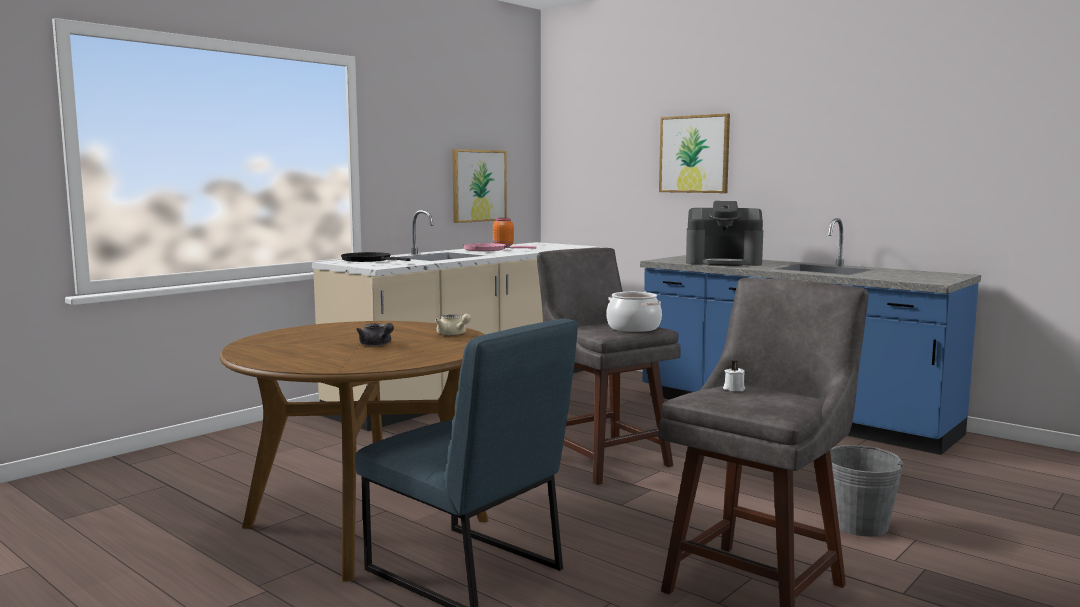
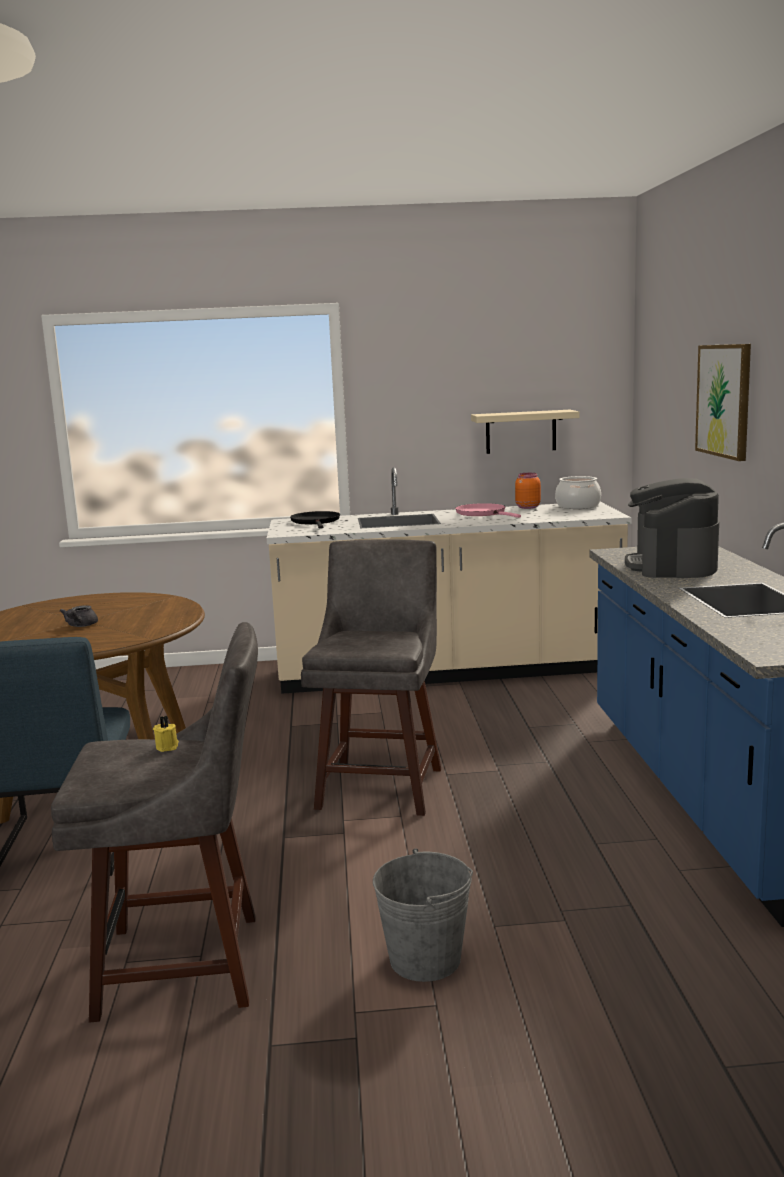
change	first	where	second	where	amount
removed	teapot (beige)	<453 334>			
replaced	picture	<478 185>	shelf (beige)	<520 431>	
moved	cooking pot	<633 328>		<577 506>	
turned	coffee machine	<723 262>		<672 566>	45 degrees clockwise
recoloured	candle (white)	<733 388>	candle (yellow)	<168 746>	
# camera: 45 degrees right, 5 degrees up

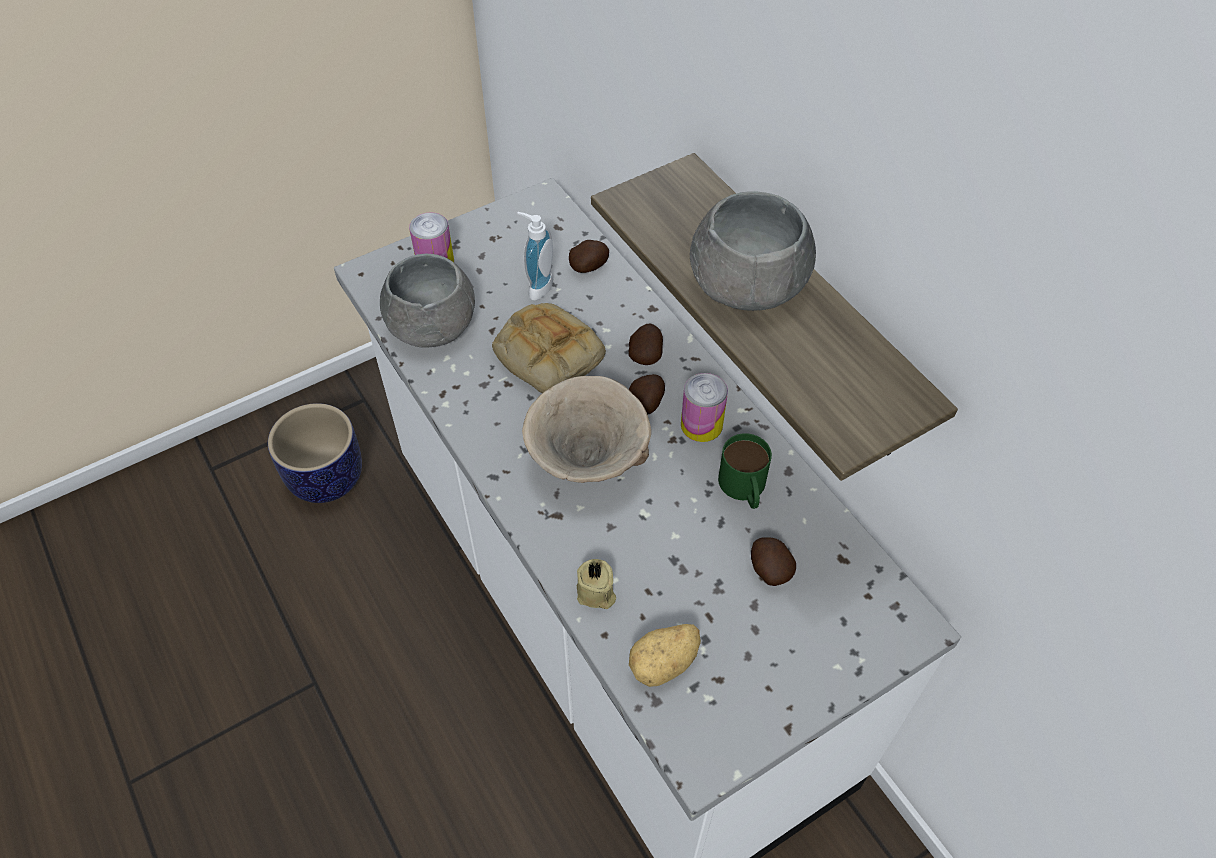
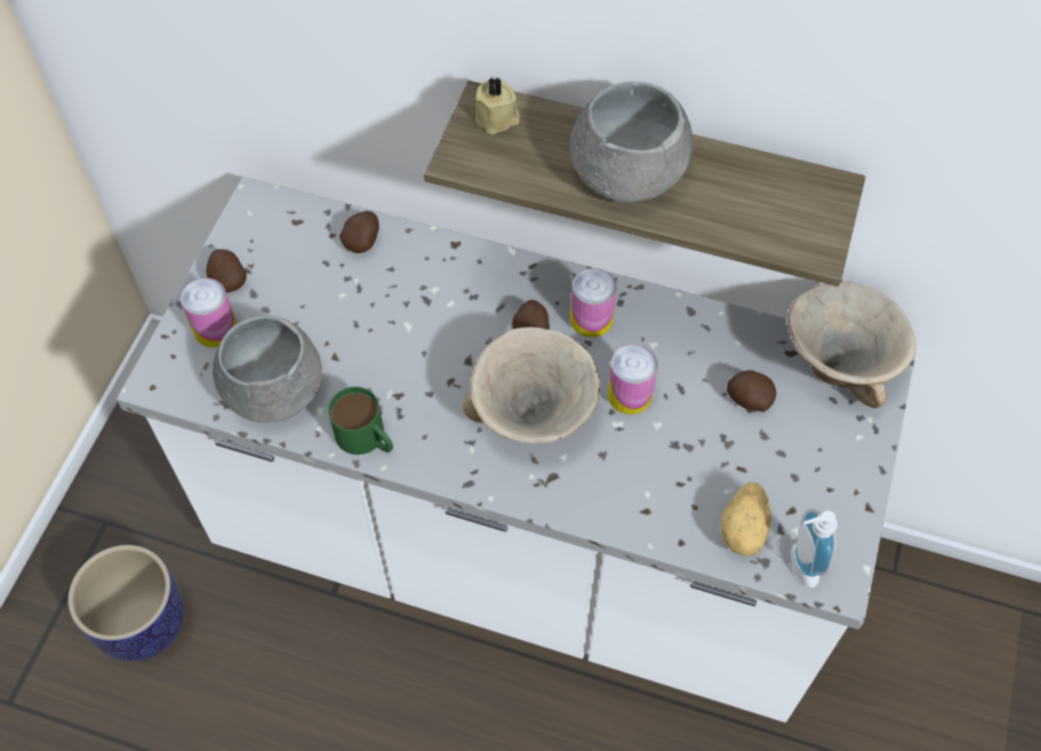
change	first	where	second	where	amount
removed	bread	<546 354>			
moved	soap dispenser	<537 286>		<798 567>	
moved	candle (beige)	<596 593>		<498 119>	
moved	potato	<646 354>		<228 280>	
moved	mug (green)	<744 488>		<367 439>	
added			can	<629 395>	
added			bowl (beige)	<838 365>	
# camera: 40 degrees left, 5 degrees up

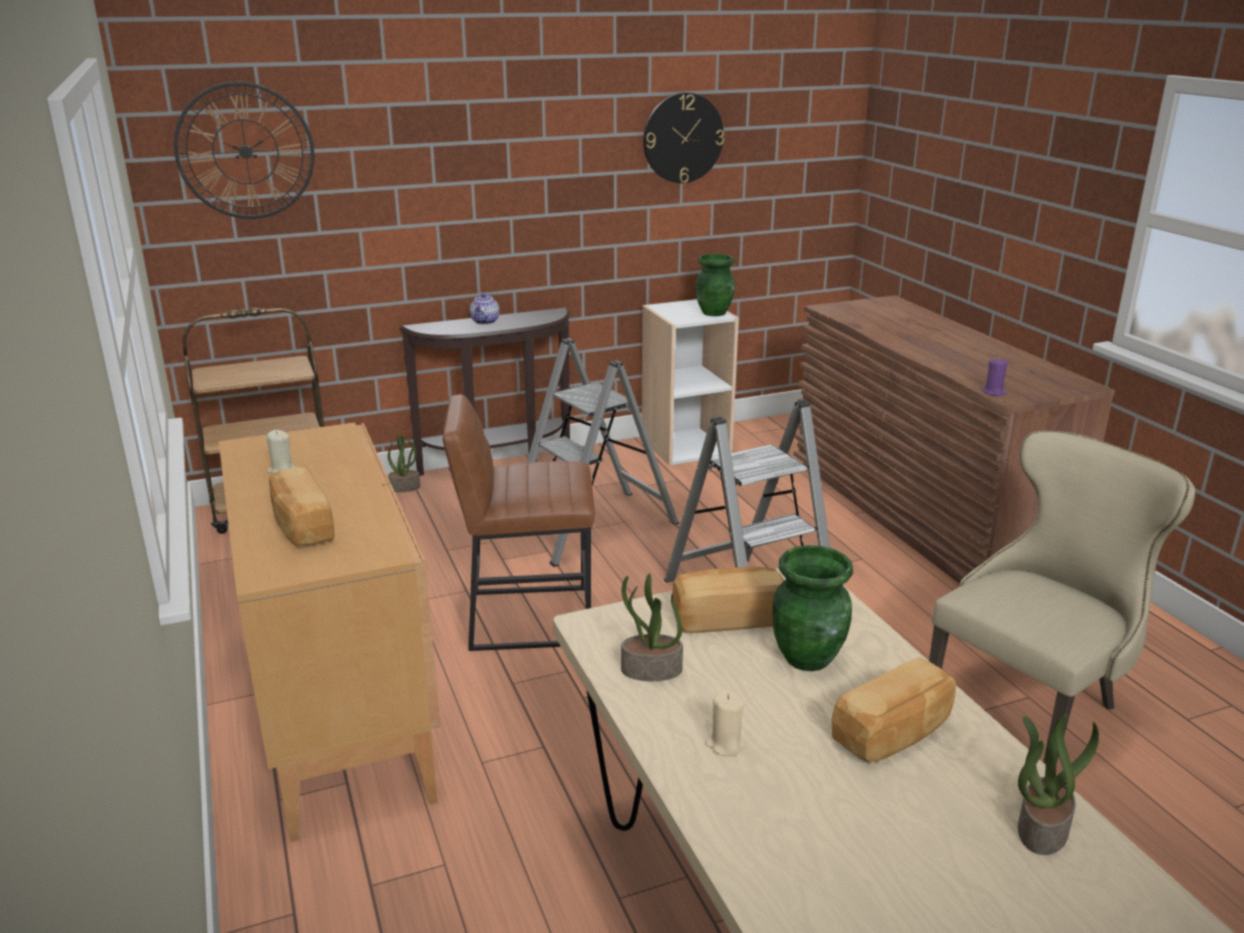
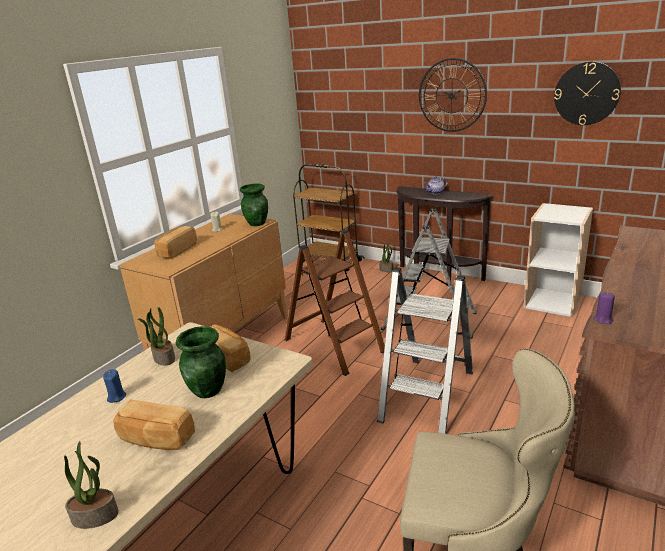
change	first	where	second	where	amount
moved	wall clock	<245 151>		<451 95>	
replaced	chair (brown)	<527 618>	step ladder (brown)	<333 344>	
moved	vase (green)	<714 313>		<257 223>	
recoloured	candle (beige)	<725 744>	candle (blue)	<116 397>	
# camera: 55 degrees right, 0 degrees up

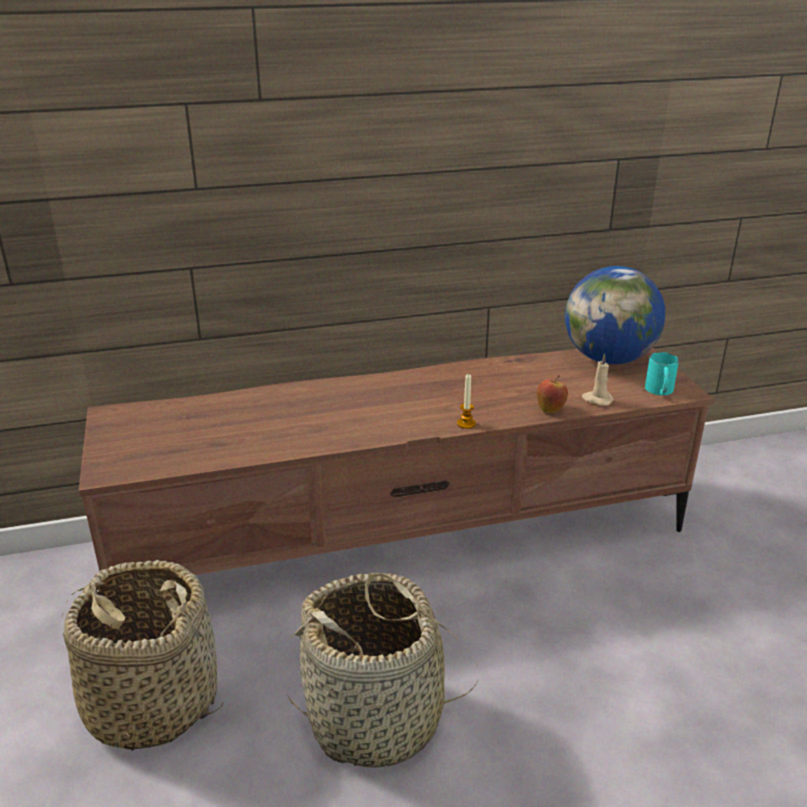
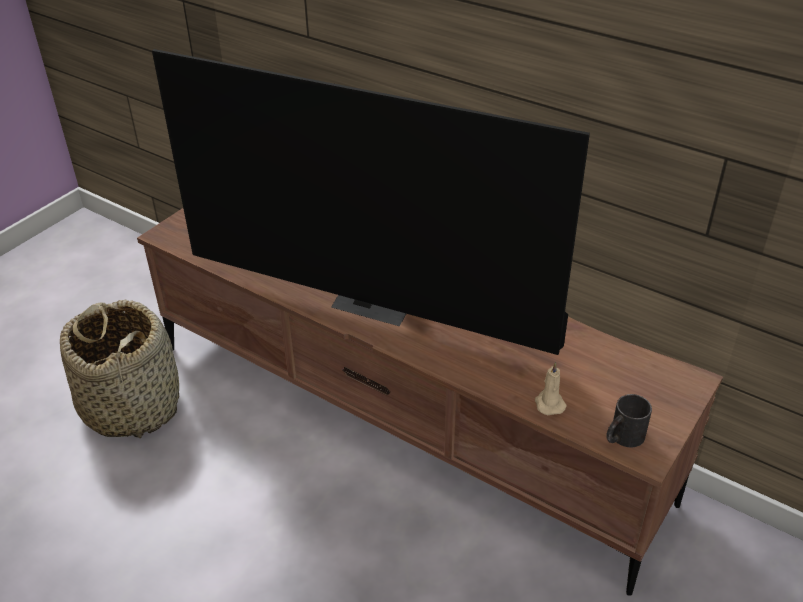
change	first	where	second	where	amount
removed	basket	<377 718>			
removed	candle	<466 423>			
removed	apple	<550 409>			
removed	globe	<609 359>			
recoloured	mug (turquoise)	<660 391>	mug (black)	<622 437>	
added			television	<376 301>	
# camera: 50 degrees right, 10 degrees up

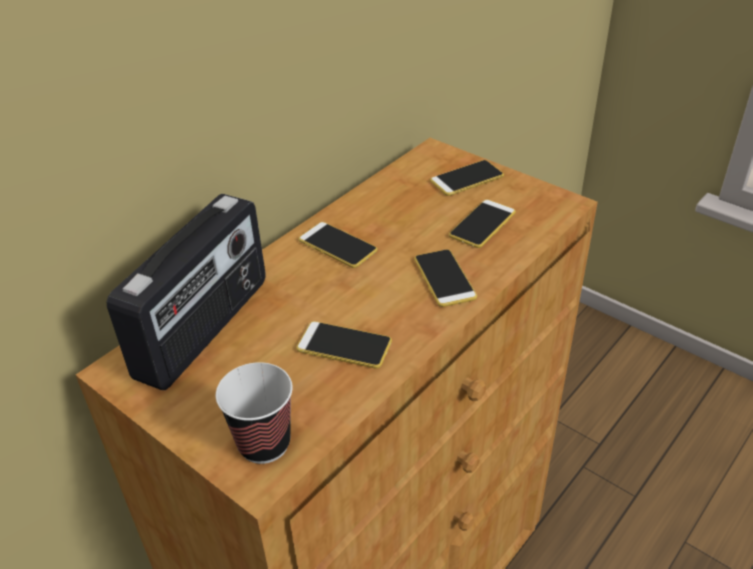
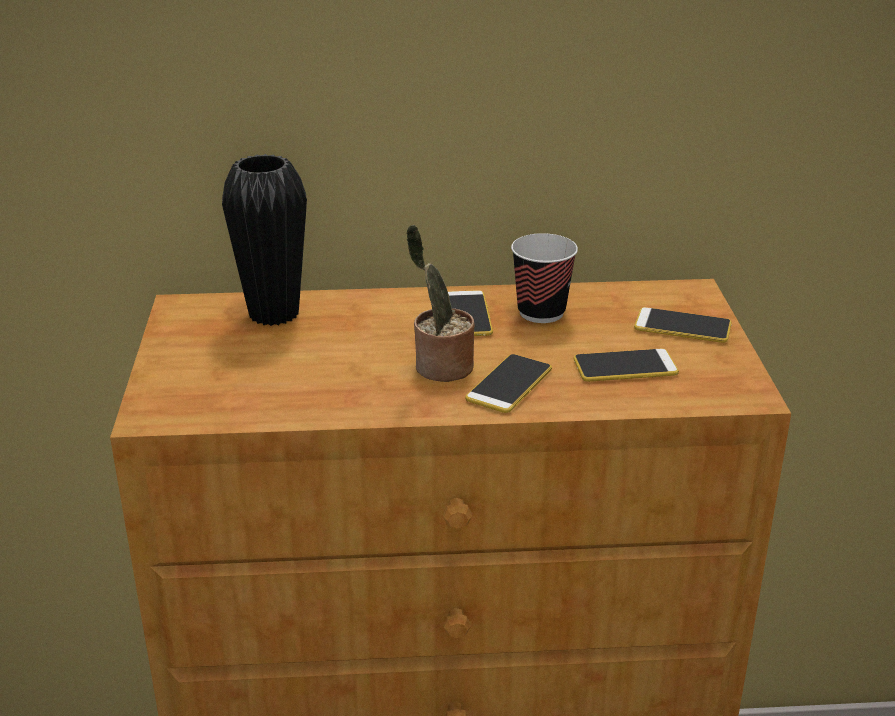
change	first	where	second	where	amount
replaced	radio	<205 328>	vase (black)	<274 314>	
moved	cup	<264 444>		<541 312>	
removed	phone	<344 345>			
added			potted plant	<440 367>	
# camera: 45 degrees right, 10 degrees down

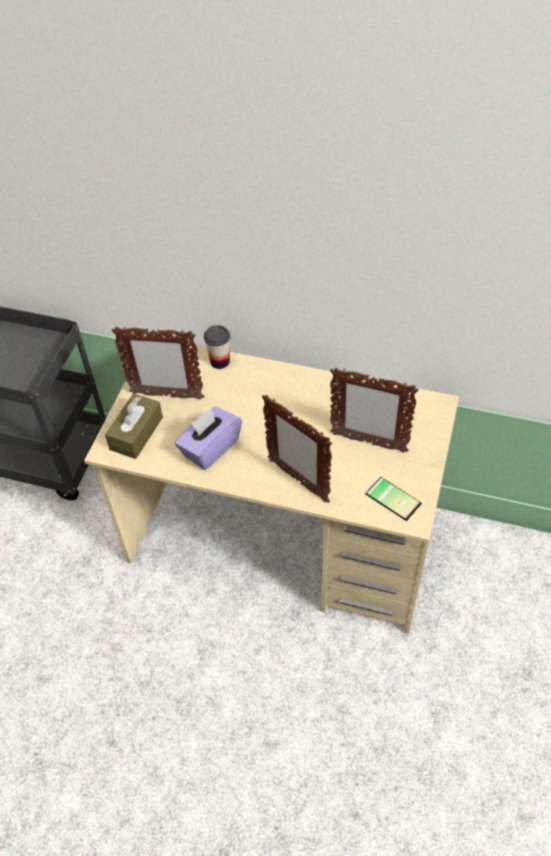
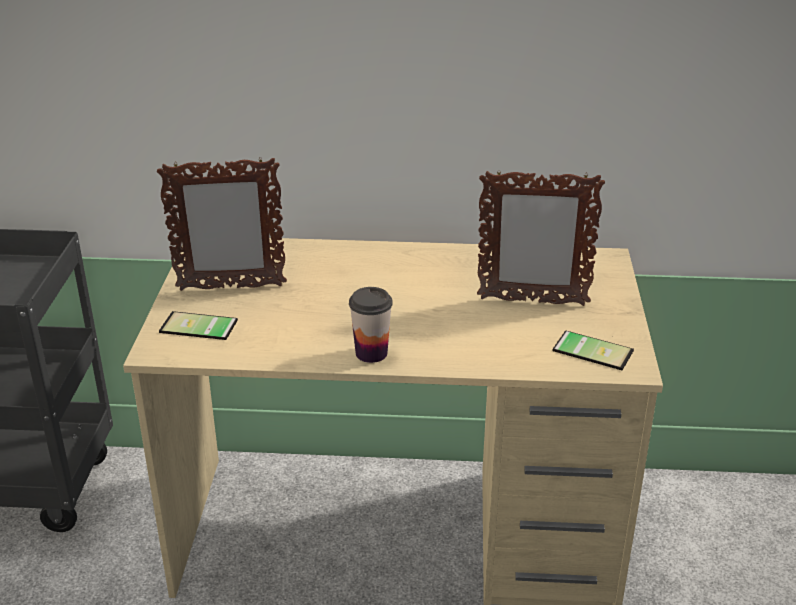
change	first	where	second	where	amount
replaced	tissue box (brown)	<136 433>	phone	<197 328>	
removed	tissue box (purple)	<210 448>			
moved	cup	<220 361>		<371 353>	
removed	picture frame	<297 480>			
# camera: 15 degrees left, 20 degrees down

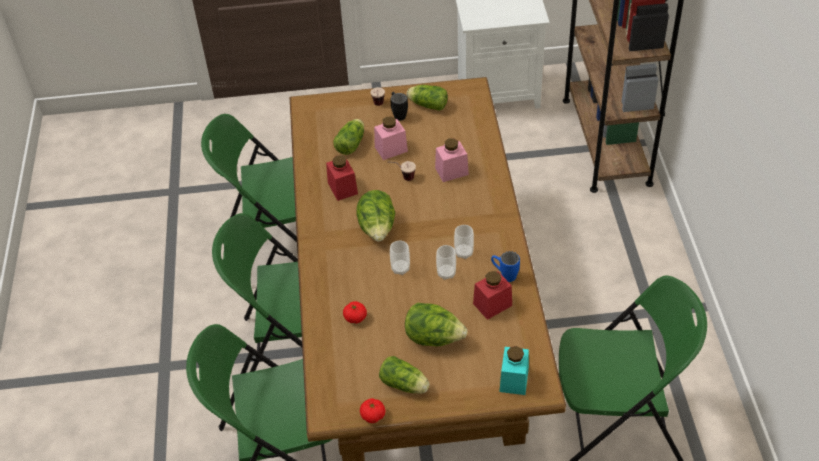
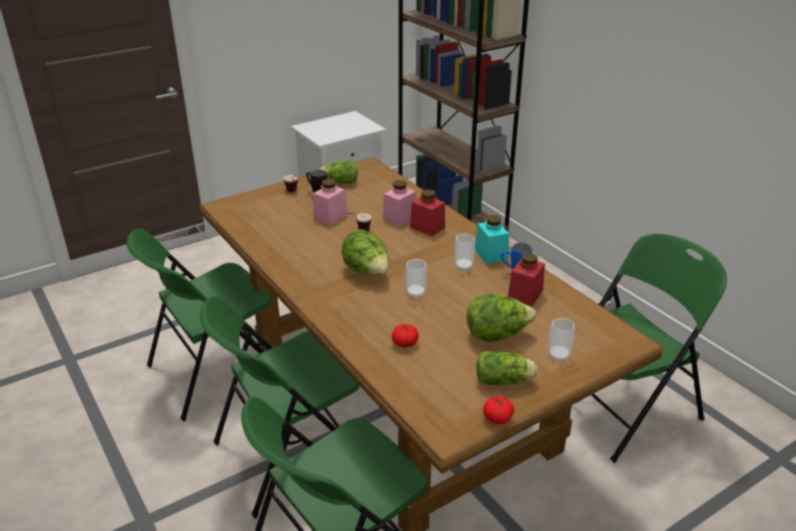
change	first	where	second	where	amount
moved	jar (red)	<342 188>		<427 227>	
removed	lettuce	<351 143>			
moved	cup	<446 273>		<558 356>	
moved	jar (turquoise)	<514 380>		<491 254>	
# camera: 30 degrees left, 15 degrees down

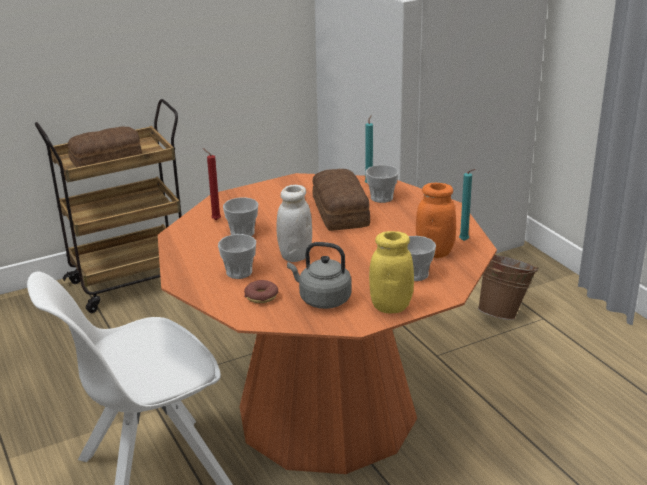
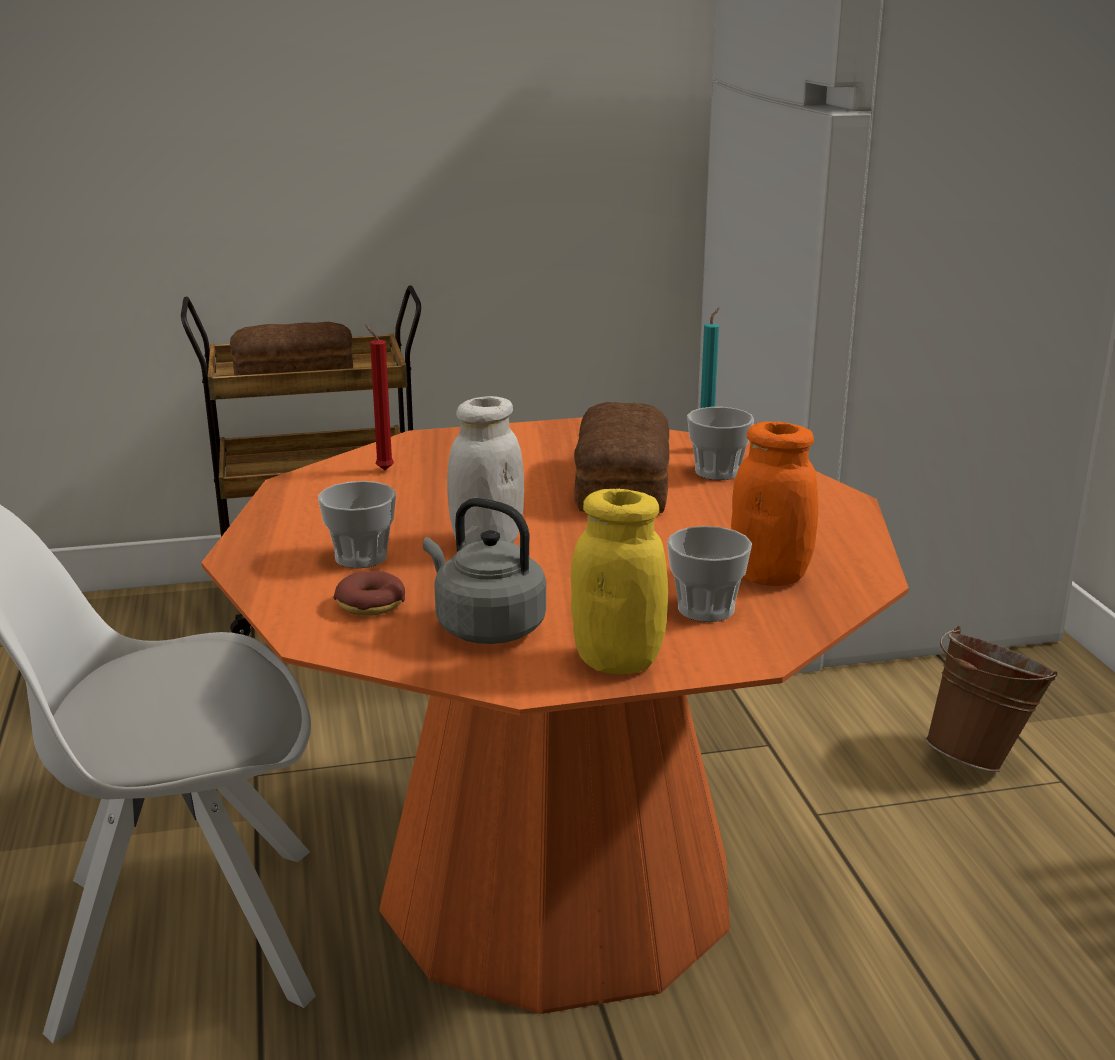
change	first	where	second	where	amount
removed	cup	<242 233>			
removed	candle (turquoise)	<465 241>			
# camera: 15 degrees right, 5 degrees down

